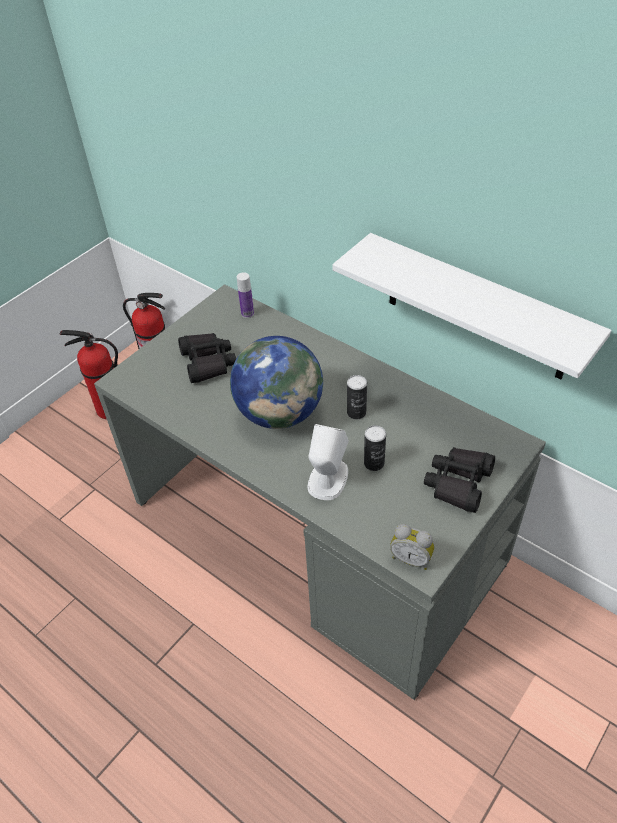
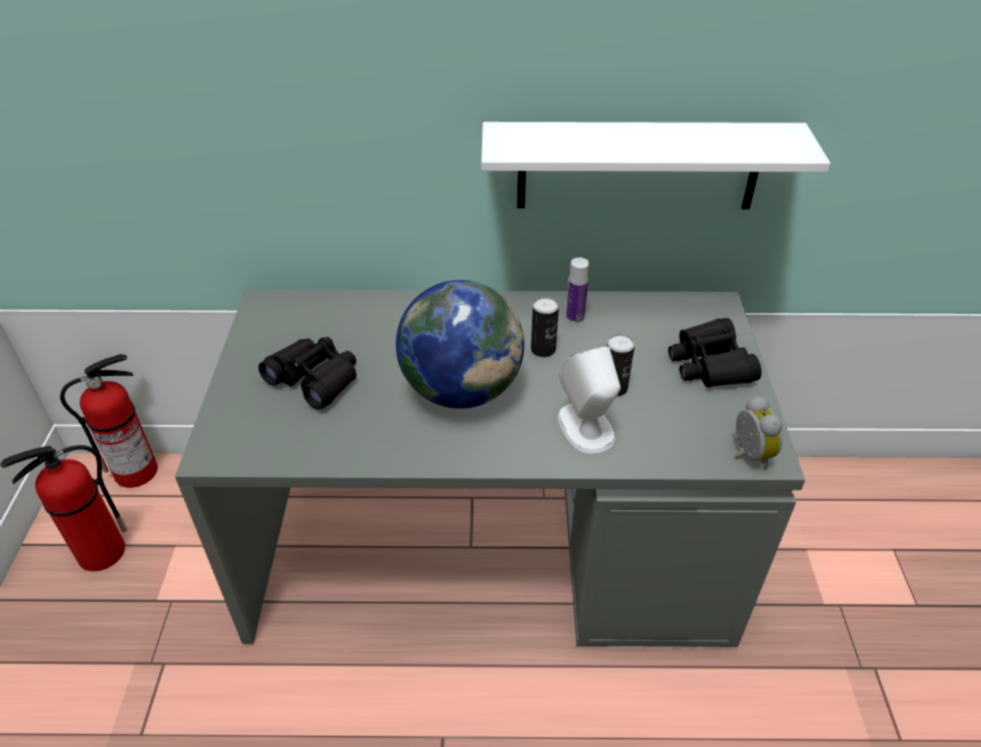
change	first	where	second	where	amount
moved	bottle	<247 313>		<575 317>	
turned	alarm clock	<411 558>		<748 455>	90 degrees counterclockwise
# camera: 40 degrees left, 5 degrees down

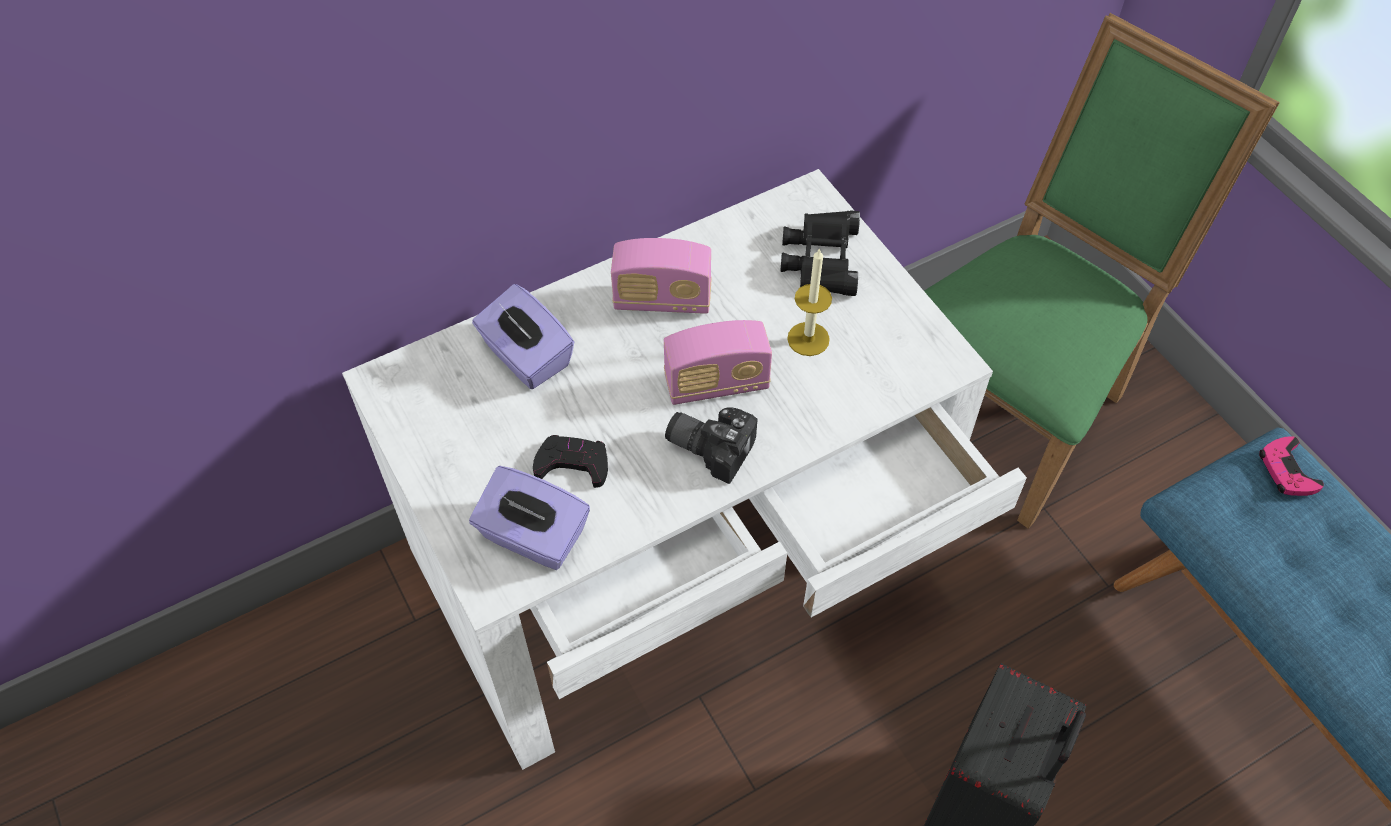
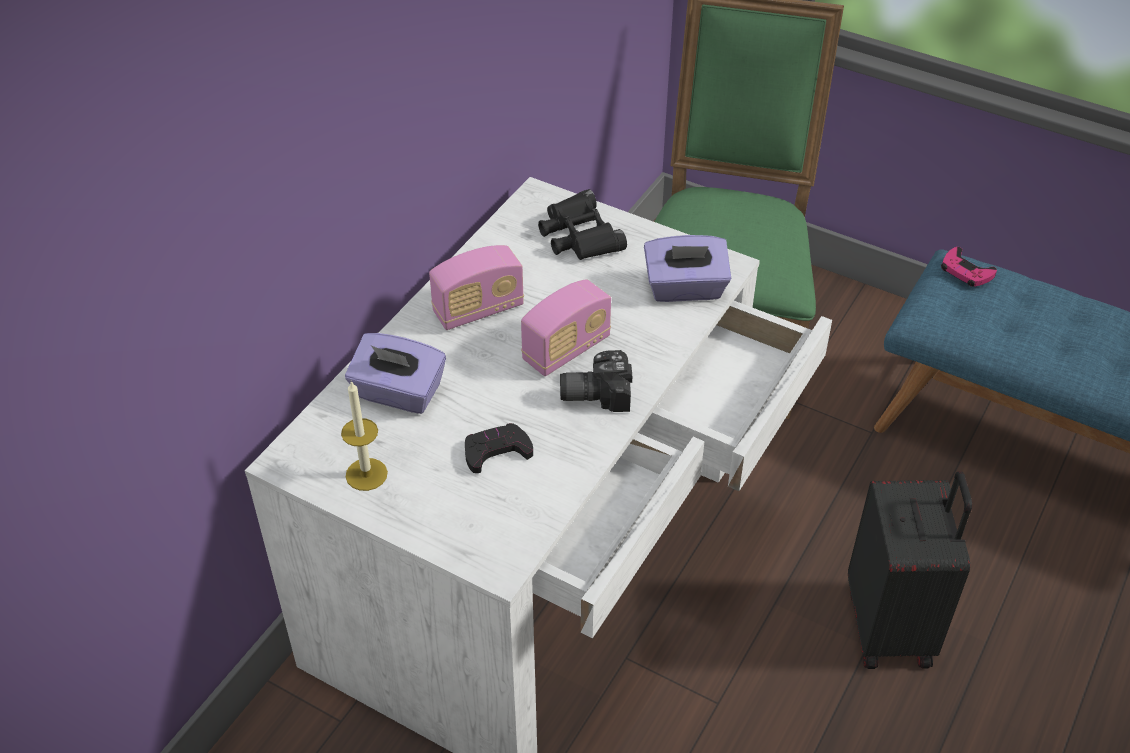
change	first	where	second	where	amount
moved	tissue box (purple)	<533 537>		<685 289>	
moved	candle	<808 339>		<366 474>	
# camera: 30 degrees left, 10 degrees down

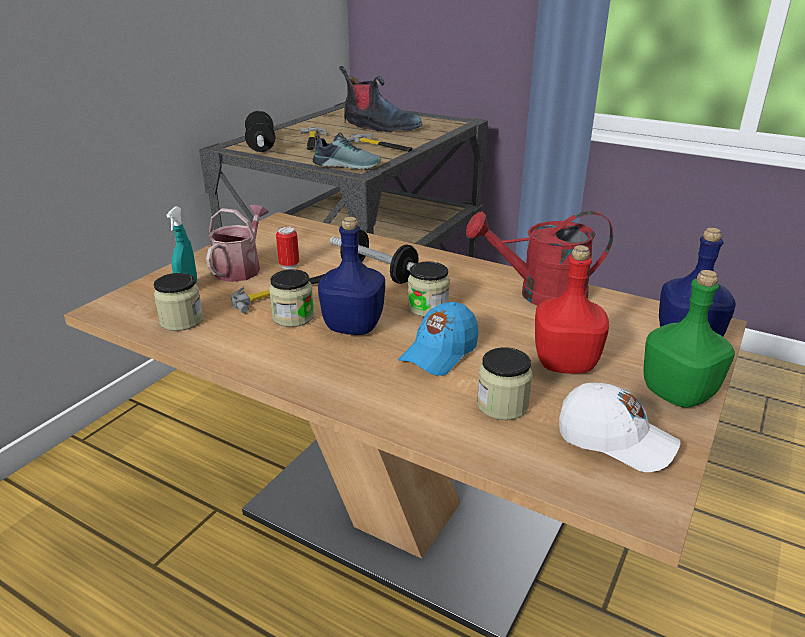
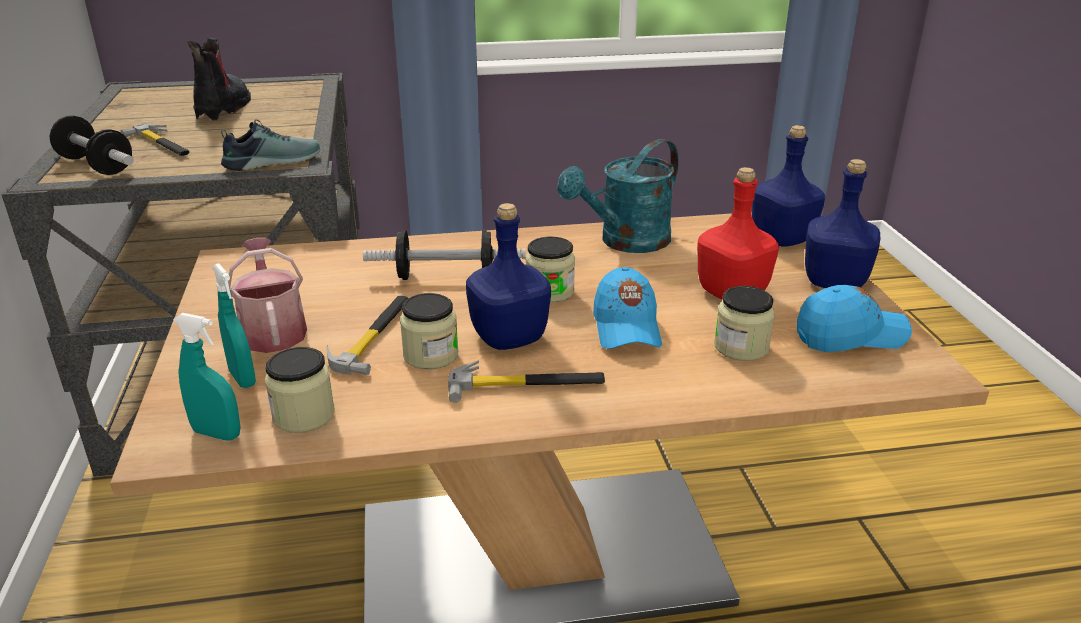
change	first	where	second	where	amount
removed	can	<289 265>			
turned	boot	<380 127>		<223 107>	75 degrees counterclockwise
moved	hammer	<381 146>		<526 384>	
recoloured	watering can (red)	<540 295>	watering can (turquoise)	<626 242>	
recoloured	cap (white)	<615 441>	cap (blue)	<850 336>	
recoloured	bottle (green)	<677 394>	bottle (blue)	<834 283>	
added			spray bottle (turquoise)	<217 434>	
# camera: 40 degrees left, 0 degrees up

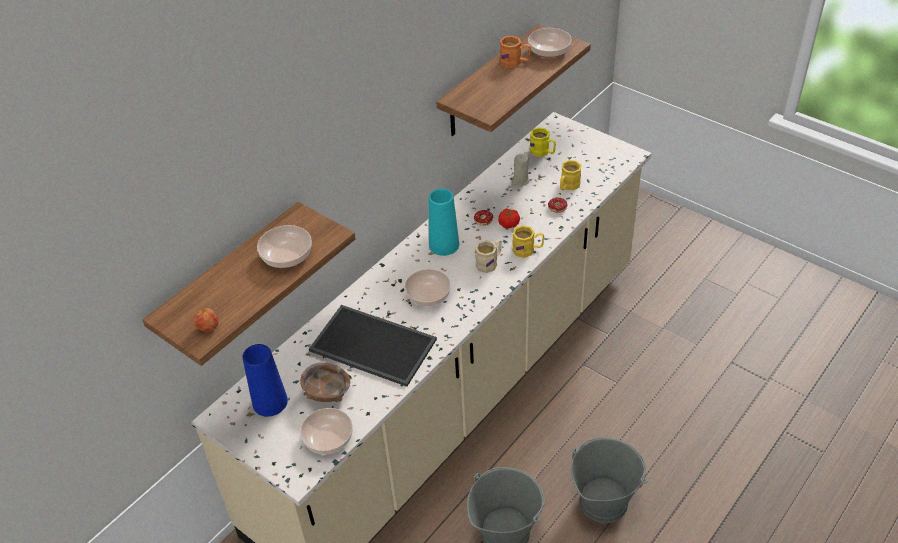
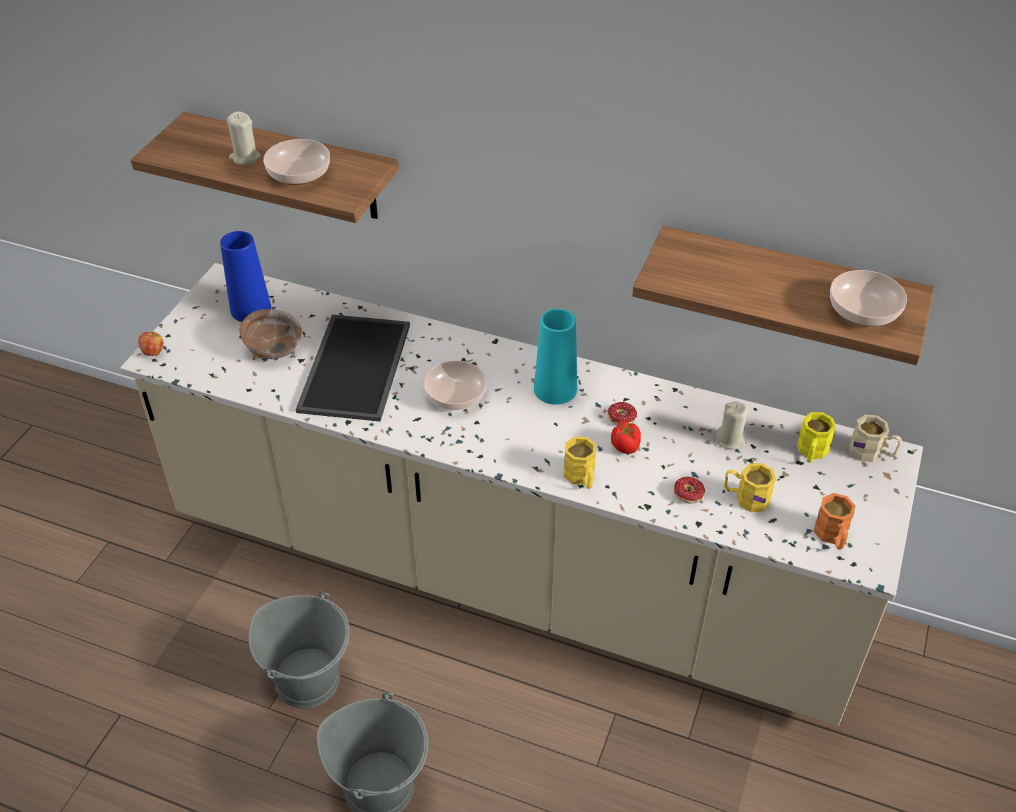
change	first	where	second	where	amount
moved	apple	<208 328>		<153 352>	
removed	bowl	<327 438>			
moved	mug (beige)	<489 262>		<872 453>	
moved	mug (orange)	<515 62>		<832 536>	
added			candle (beige)	<245 157>	
# camera: 70 degrees right, 0 degrees up

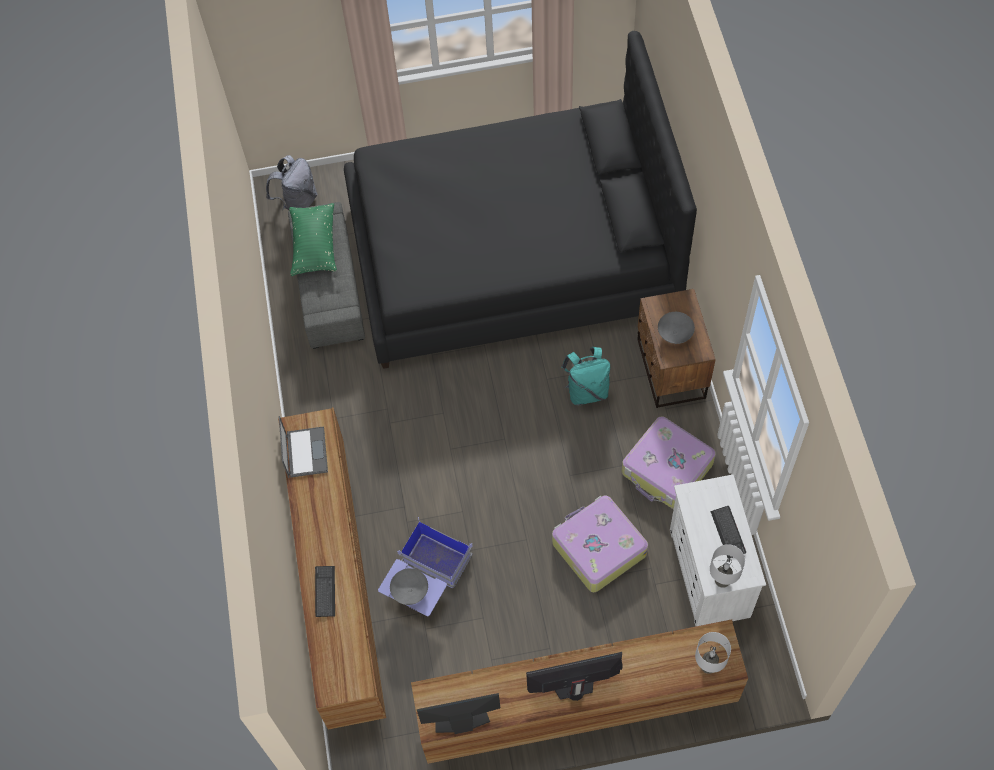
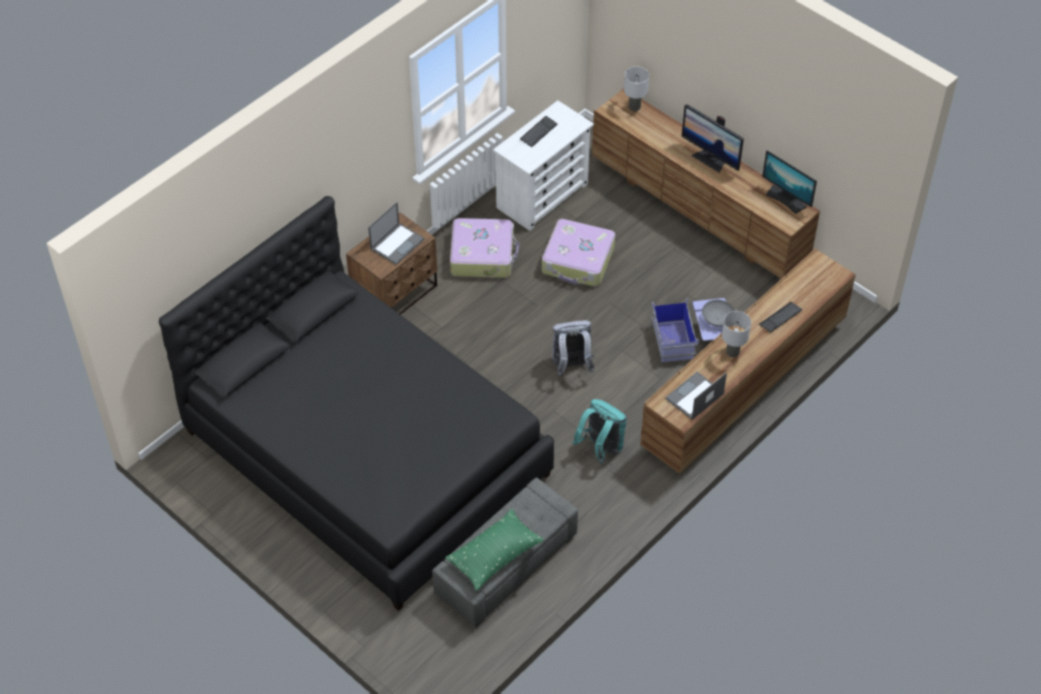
change	first	where	second	where	amount
moved	backpack (grey)	<297 203>		<571 366>	
moved	backpack (turquoise)	<587 391>		<601 448>	
replaced	bowl (grey)	<675 334>	laptop	<397 243>	
moved	table lamp (white)	<722 581>		<733 352>	
# camera: 130 degrees left, 10 degrees down

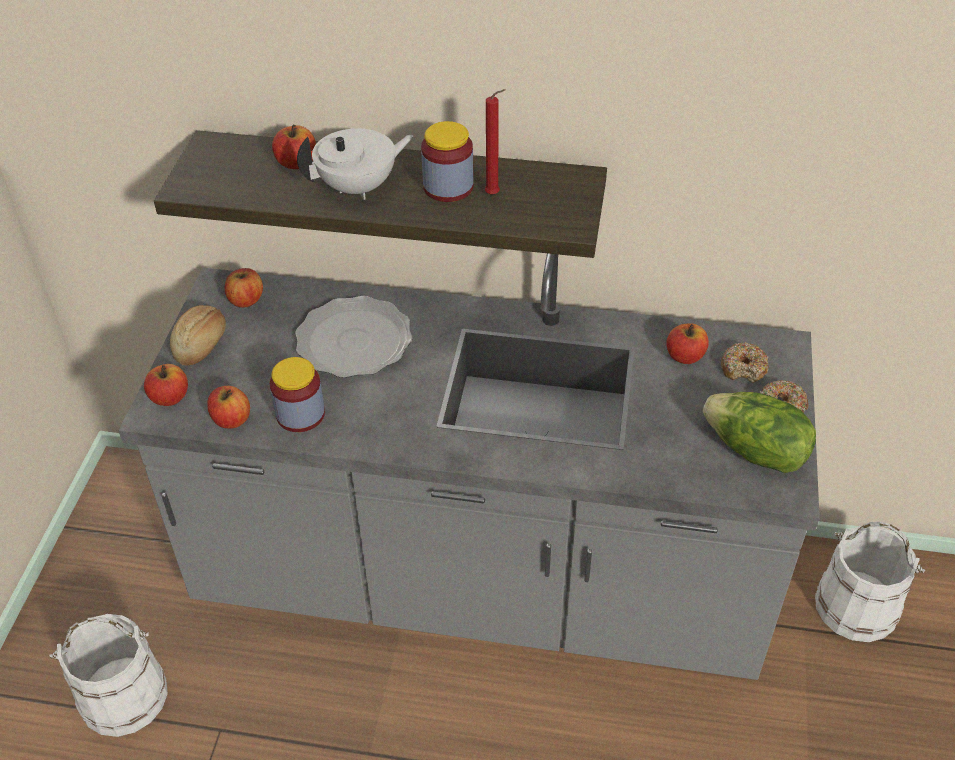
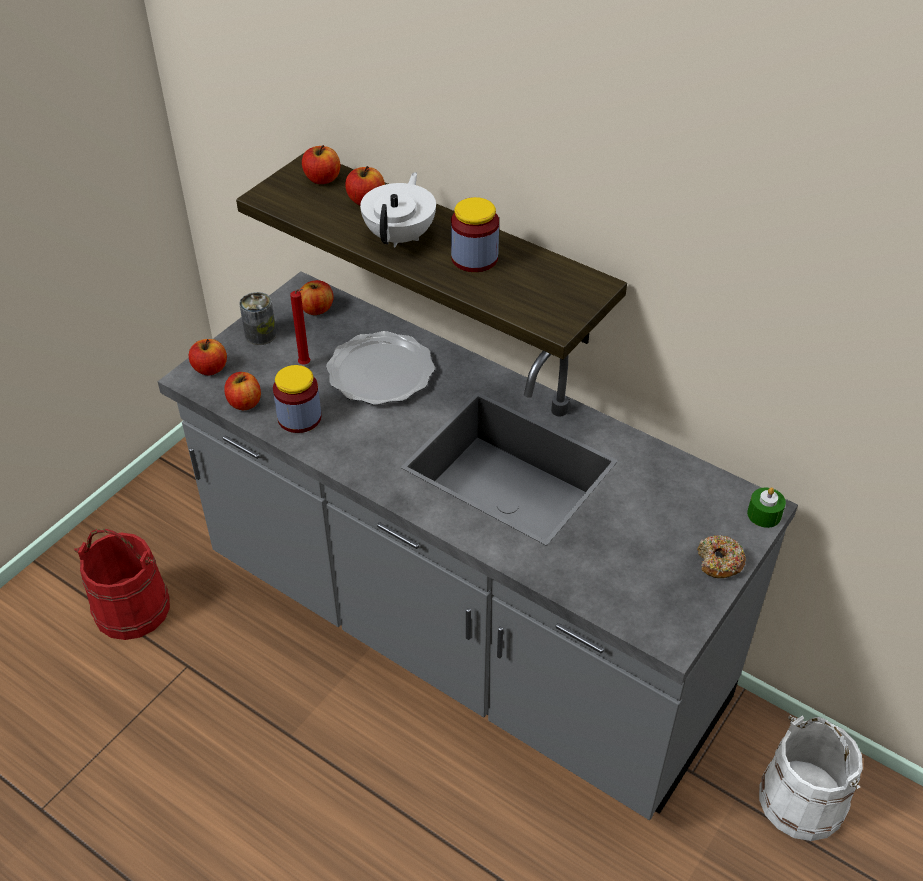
change	first	where	second	where	amount
recoloured	bucket (white)	<124 695>	bucket (red)	<132 608>	
replaced	bread	<202 344>	can	<260 334>	
turned	teapot (white)	<359 187>		<400 236>	75 degrees counterclockwise
moved	candle (red)	<494 195>		<306 365>	
moved	apple	<685 356>		<322 179>	
removed	lettuce	<755 452>			
removed	donut	<743 368>			
added			candle (green)	<764 514>	
# camera: 25 degrees right, 0 degrees up

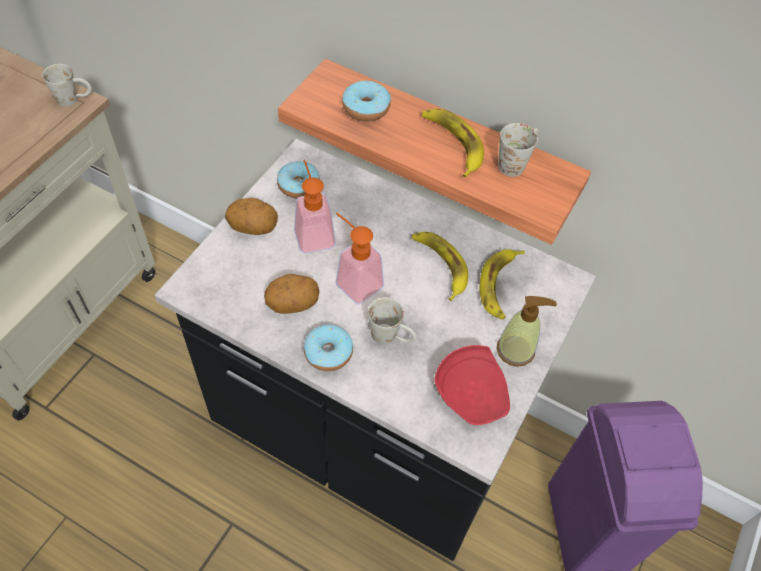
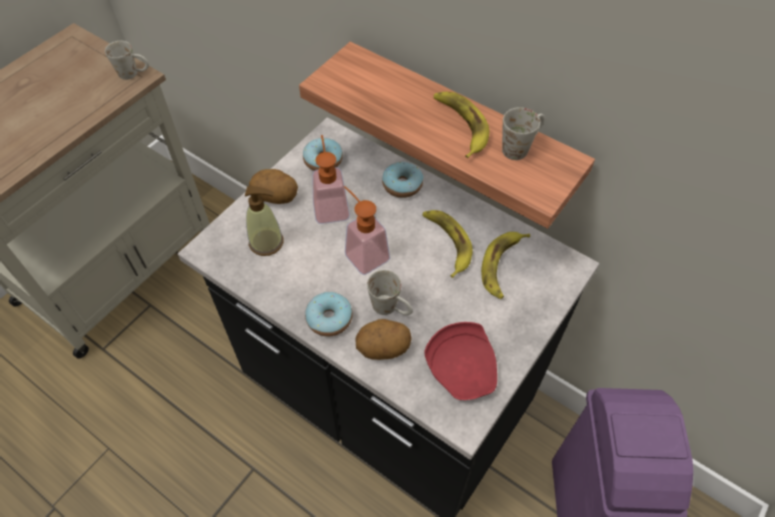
change	first	where	second	where	amount
moved	potato	<293 304>		<383 348>	
moved	donut	<366 108>		<402 185>	
moved	soap dispenser	<516 350>		<266 242>	
# camera: 10 degrees right, 0 degrees up

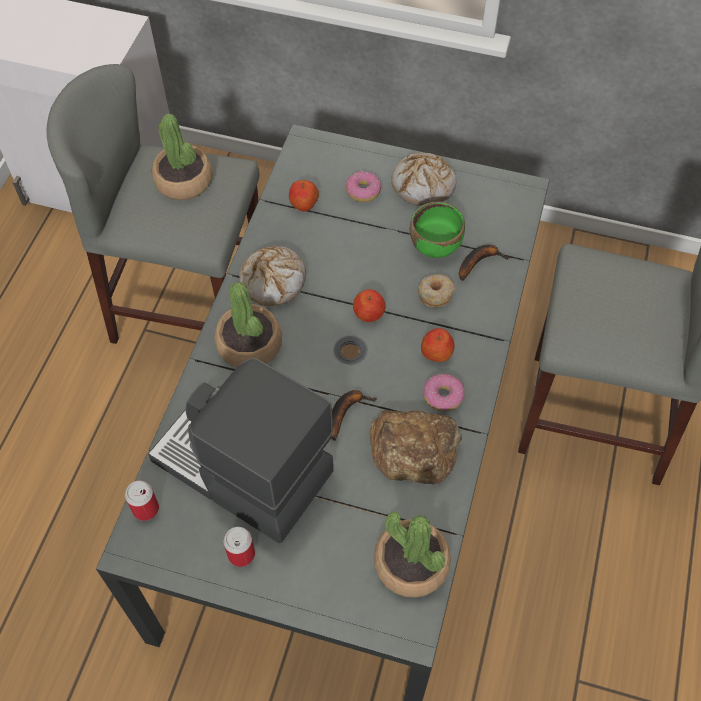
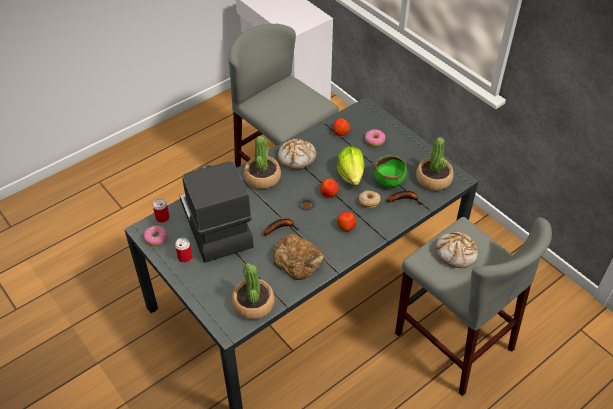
change	first	where	second	where	amount
moved	potted plant	<184 181>		<433 179>	
moved	bread	<423 185>		<456 253>	
moved	donut	<443 396>		<156 238>	
added			lettuce	<351 174>	
# camera: 35 degrees right, 10 degrees down

